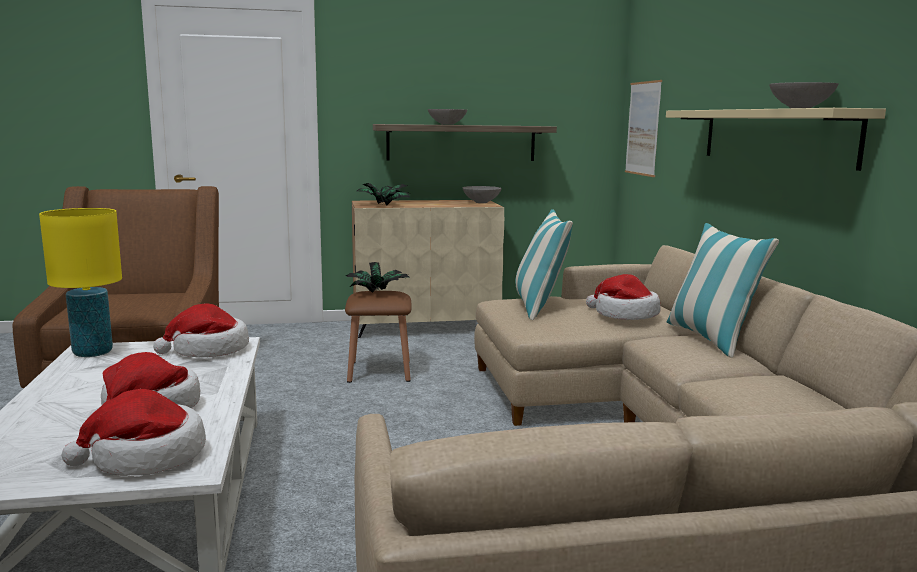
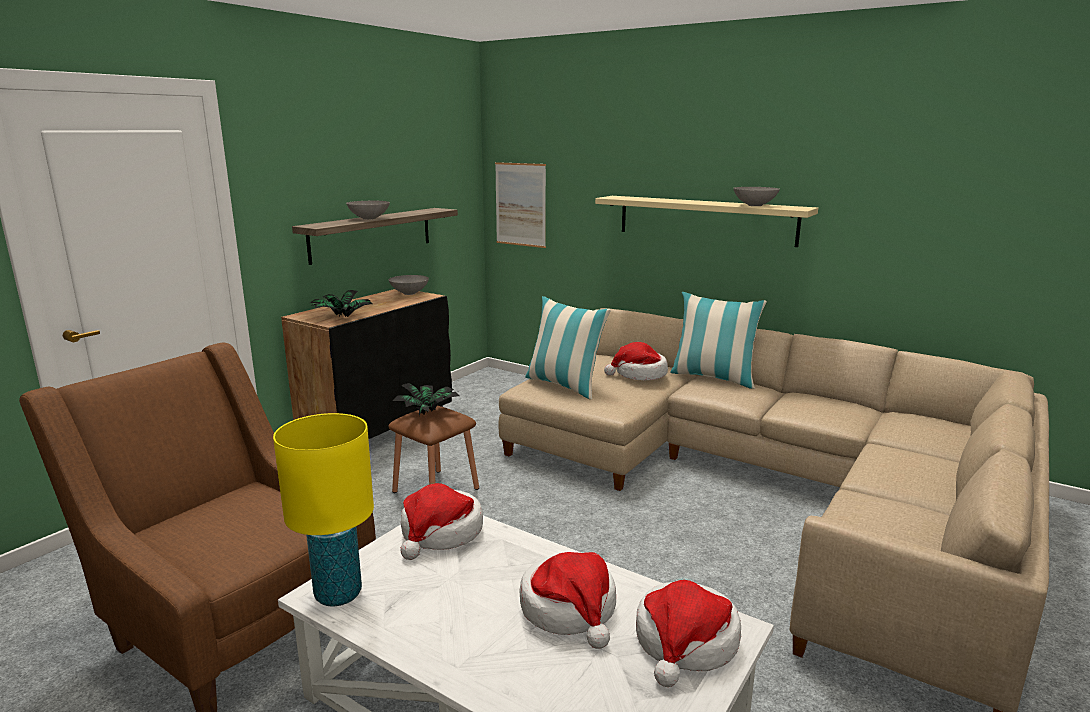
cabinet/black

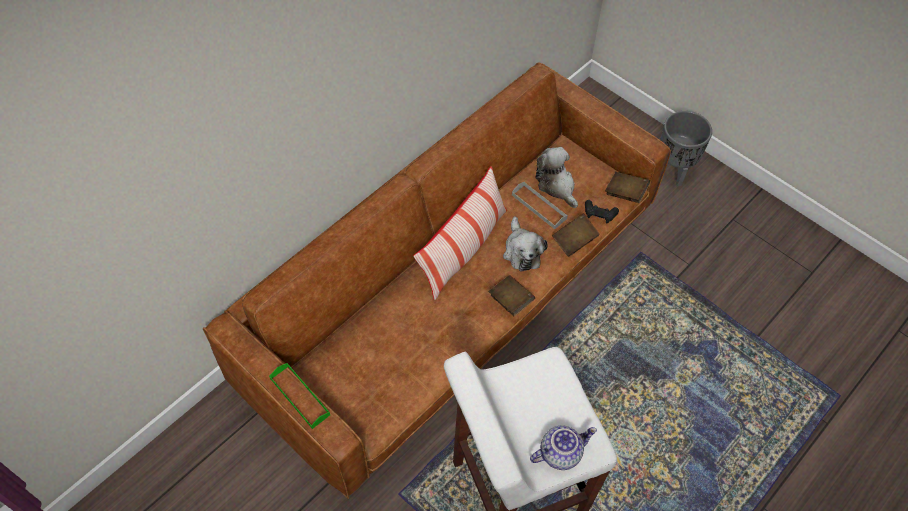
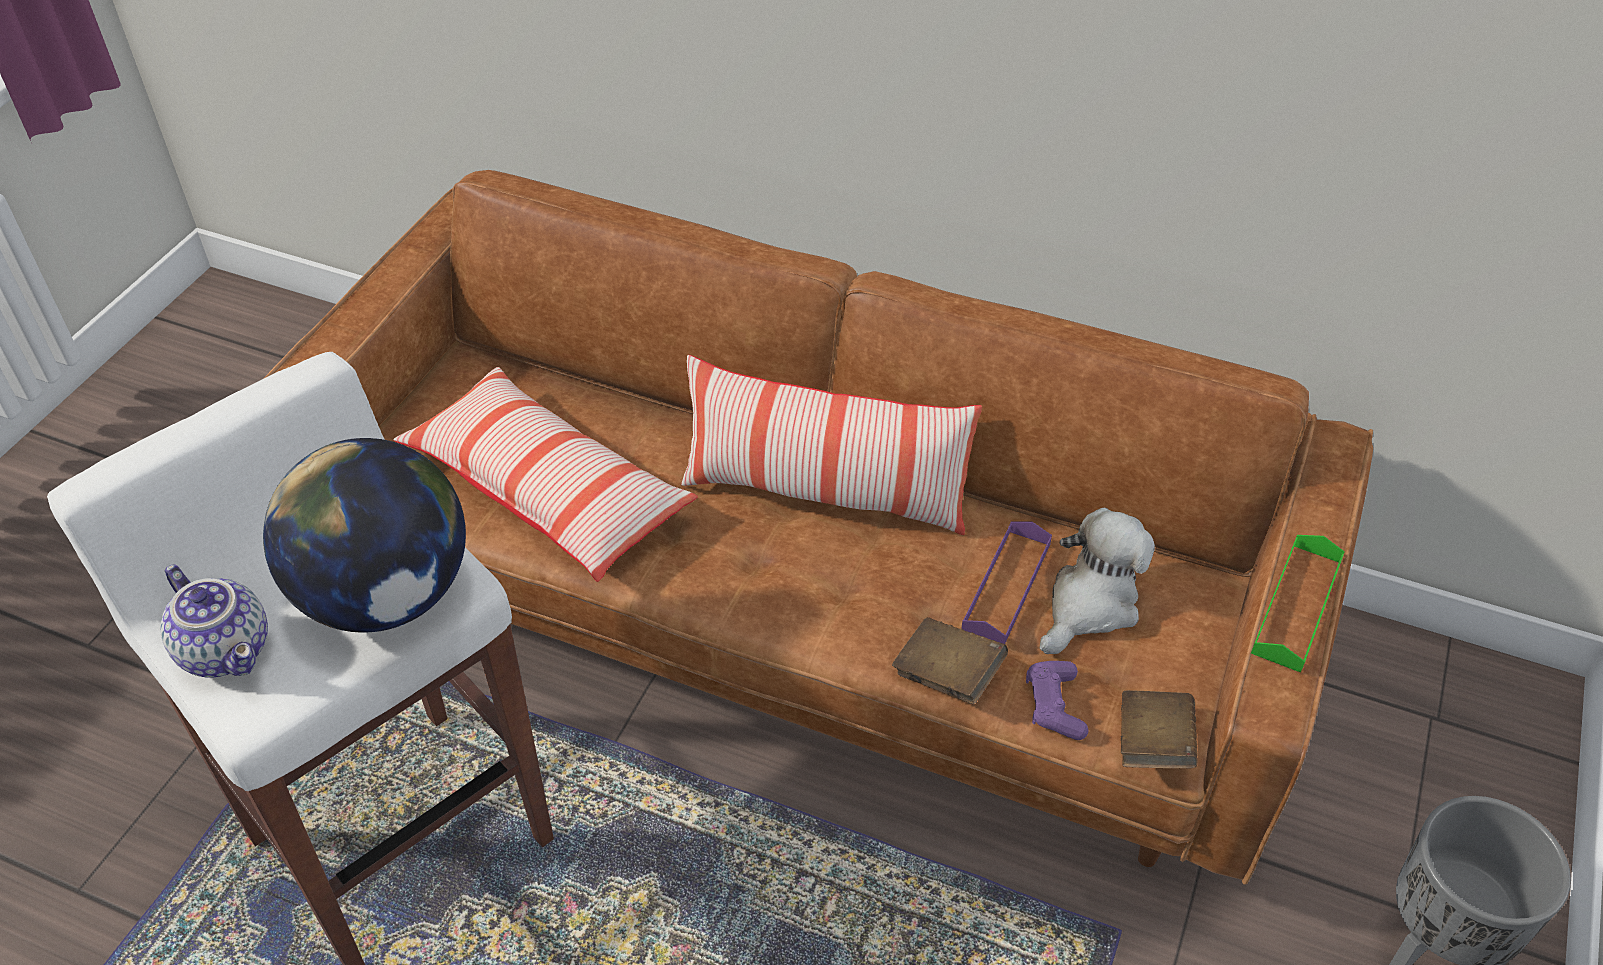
tray/purple-coloured; game controller/purple-coloured; cuddly toy (1st from left in the first image); book/brown (1st from left in the first image); tray/greenish; cushion (1st from left); world globe

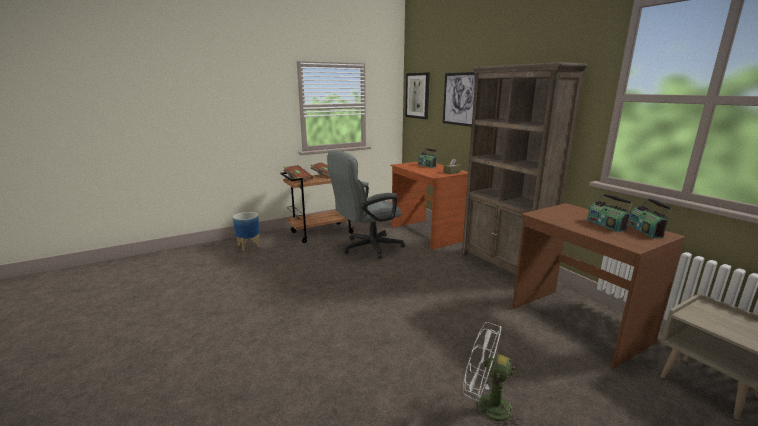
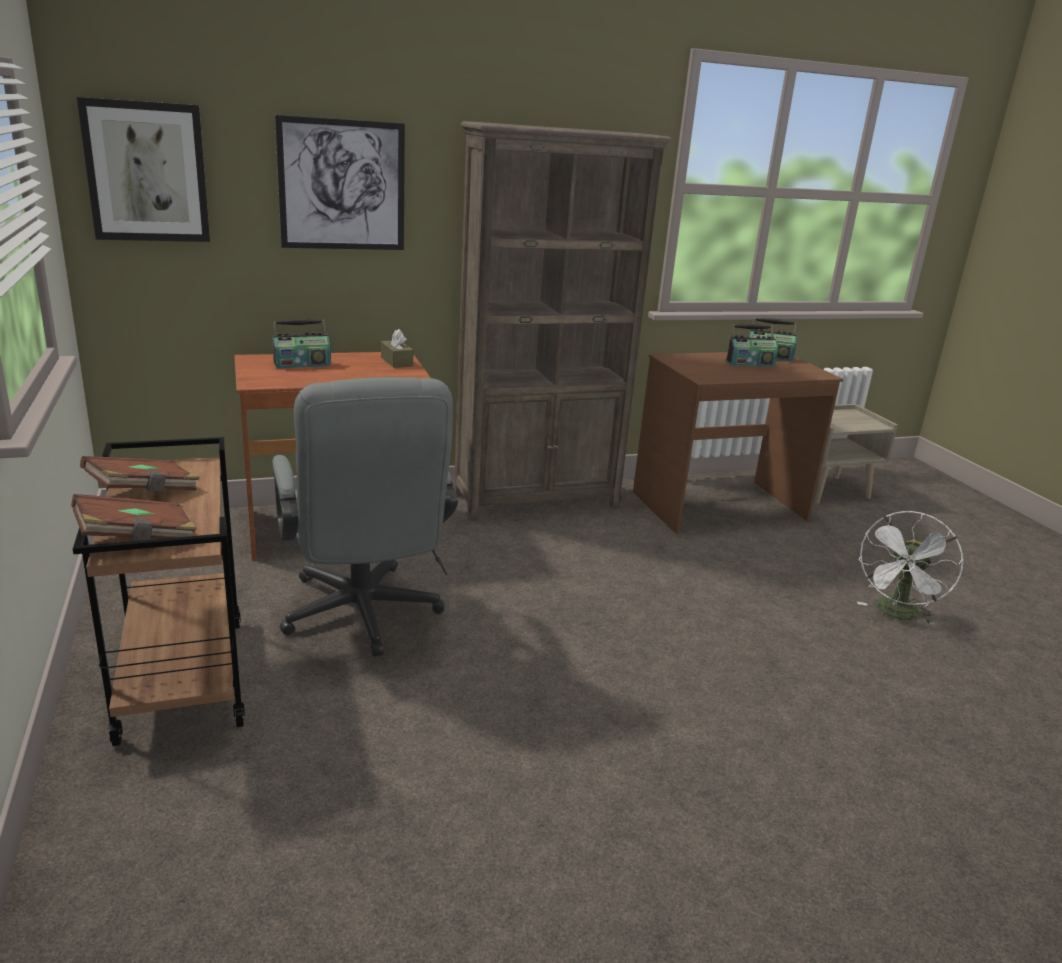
flower pot

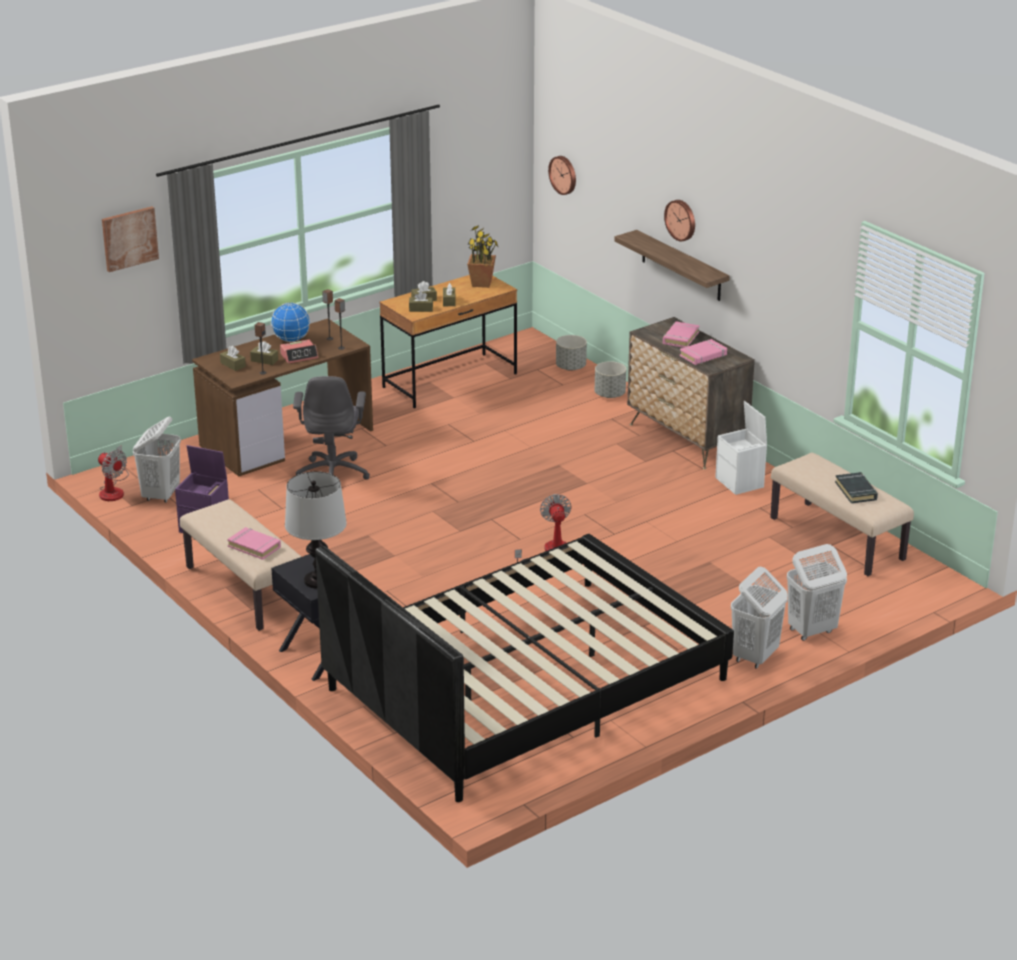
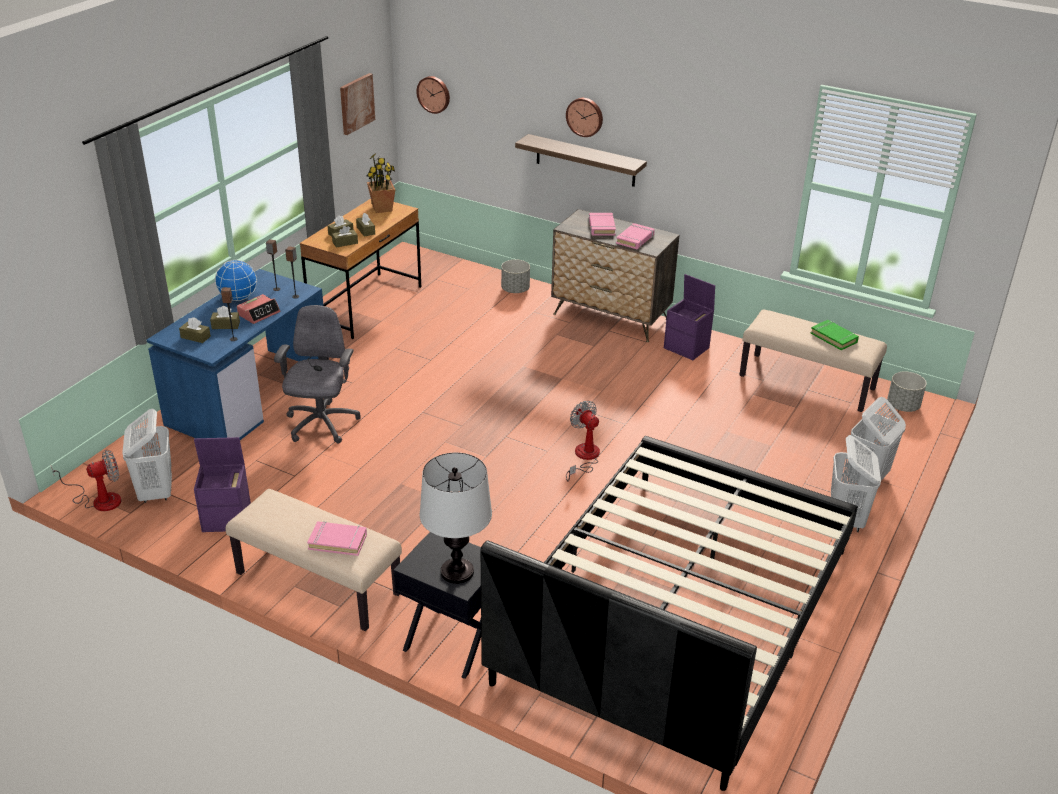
wall picture; desk/bluish; flower pot/grey (2nd from left); computer chair/grey; storage bin/purple-coloured (2nd from left); cooling fan (1st from left); book/greenish

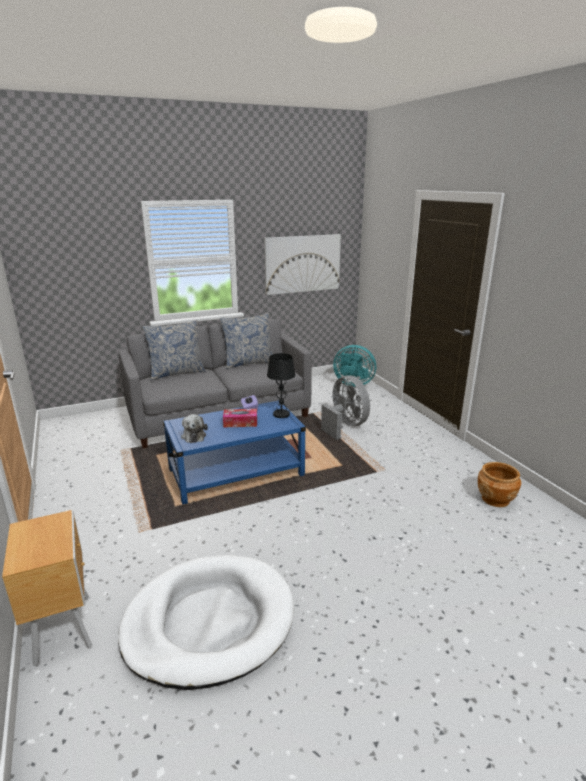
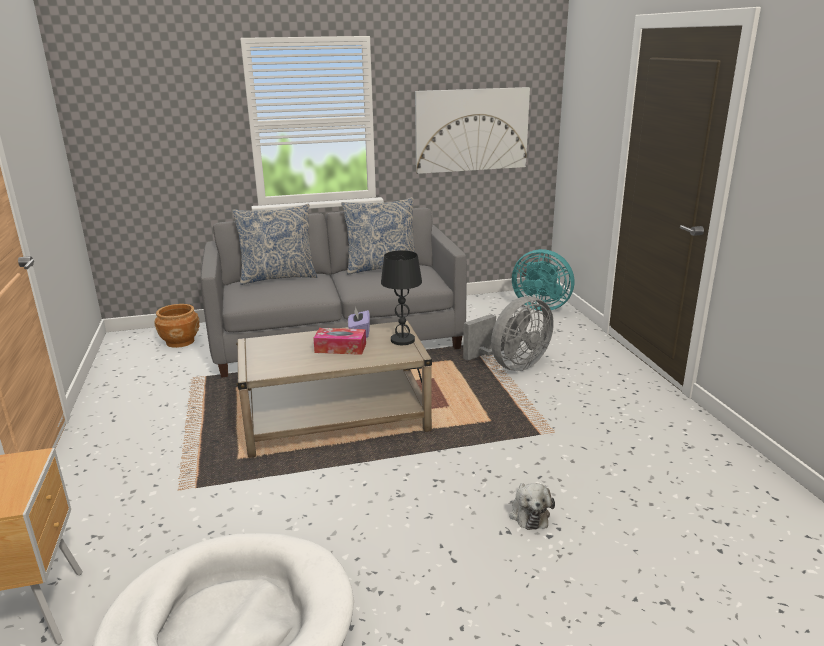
cooling fan/grey; low table/beige; cuddly toy; flower pot/brown

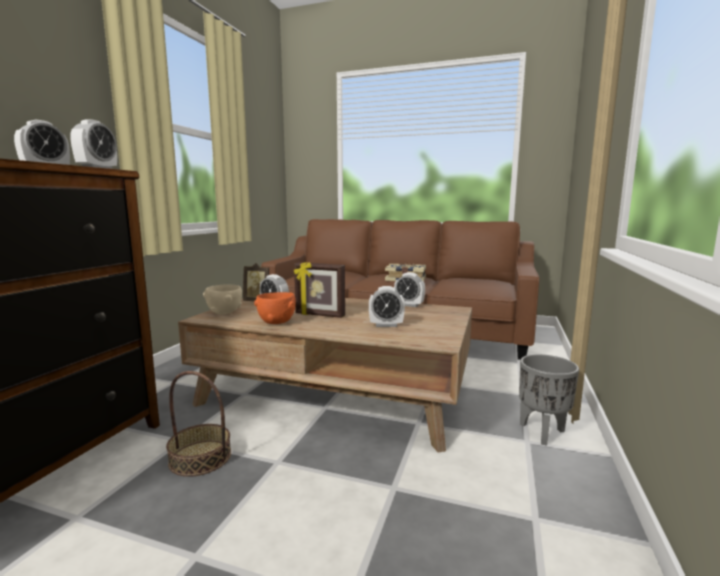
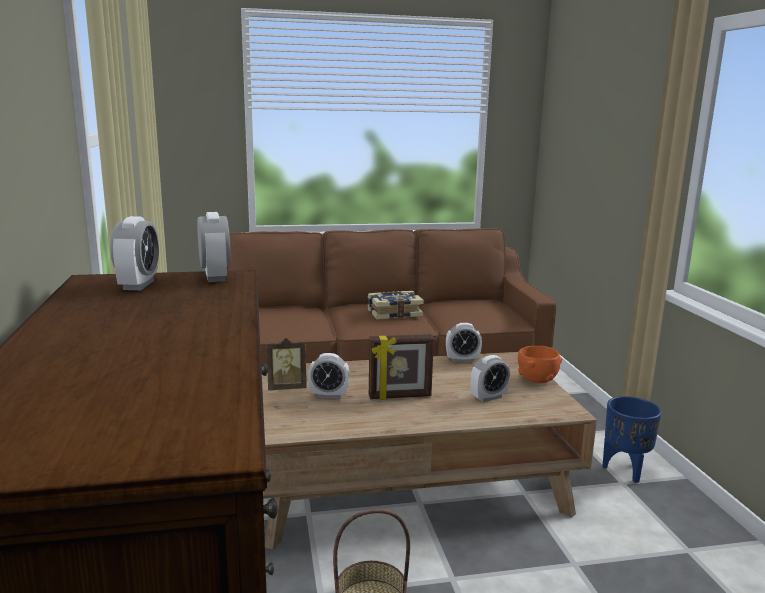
serving bowl/beige; serving bowl/orangey; flower pot/bluish

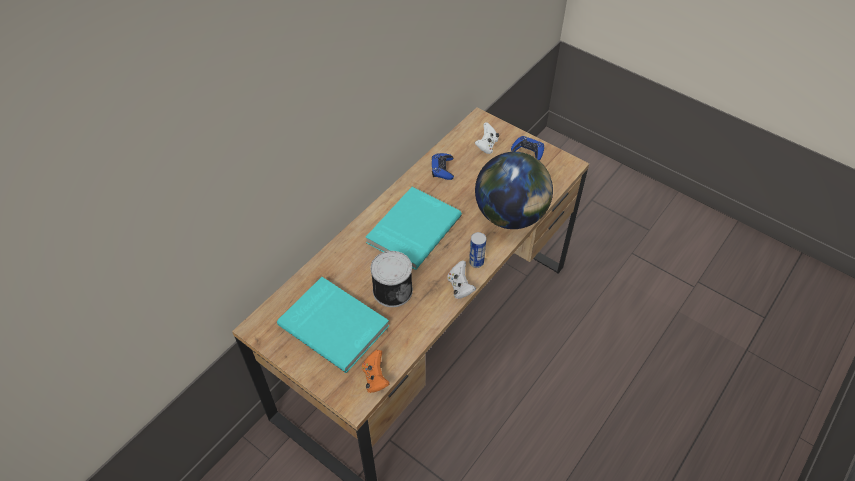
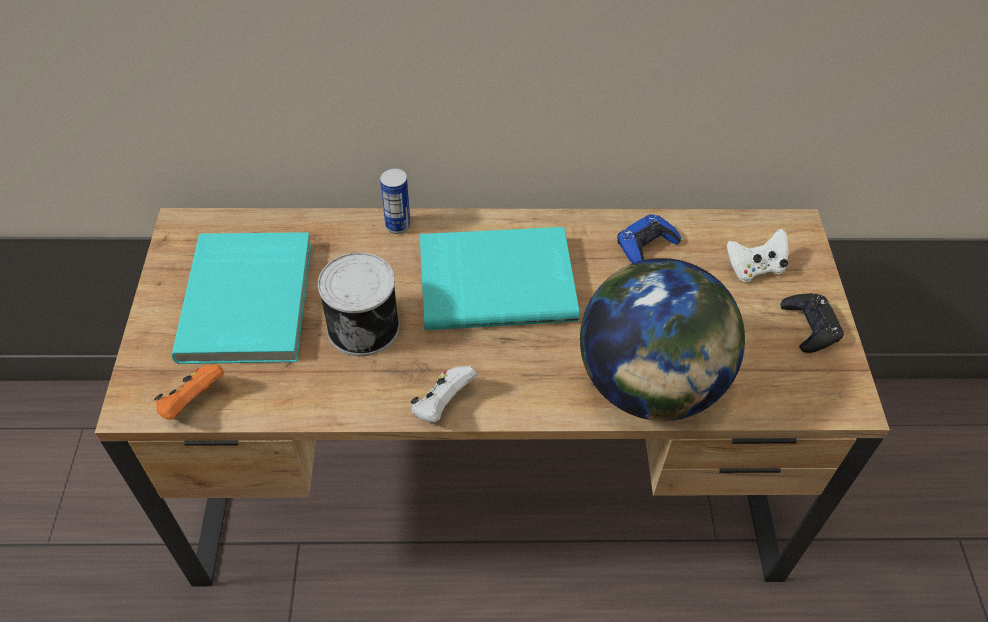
game controller/black; metal can (2nd from left)

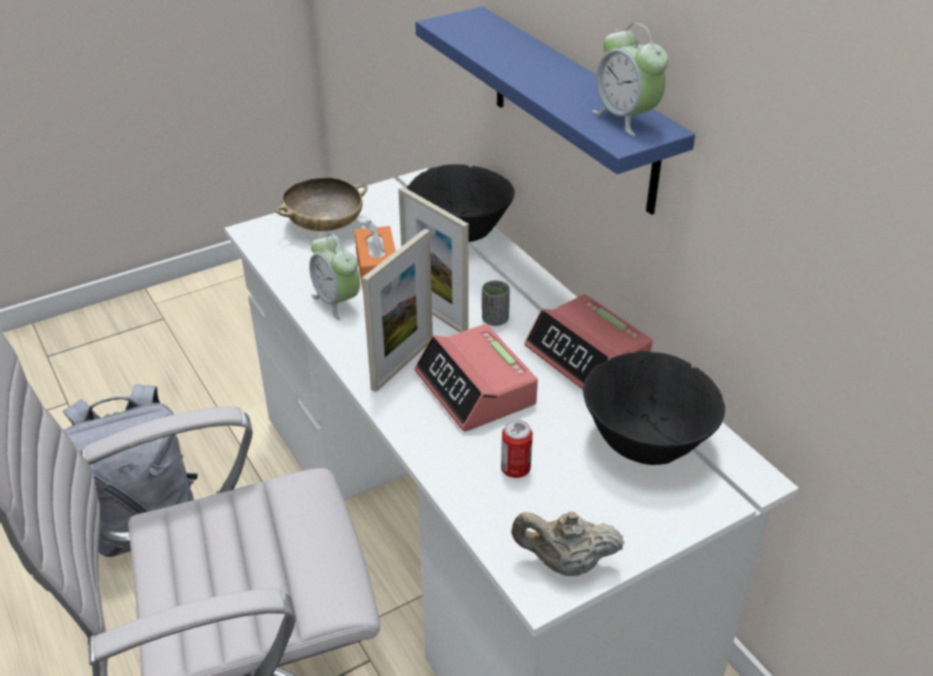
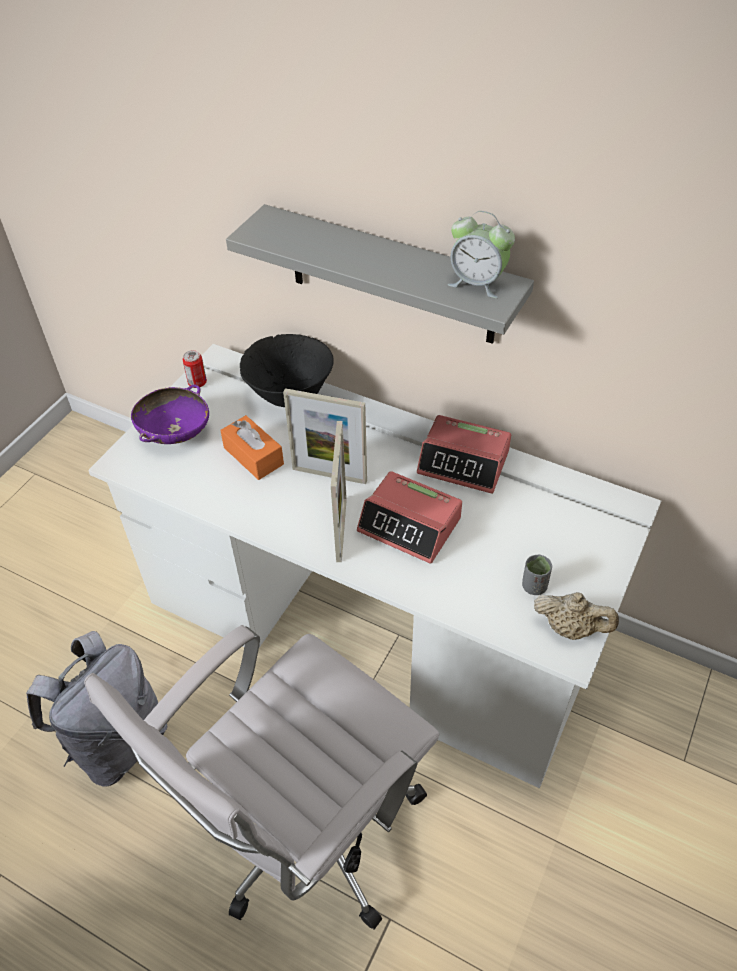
shelf/grey; serving bowl/purple-coloured; alarm clock (1st from left in the first image); small cup/grey; serving bowl/black (2nd from left in the first image); metal can; tea pot/beige

